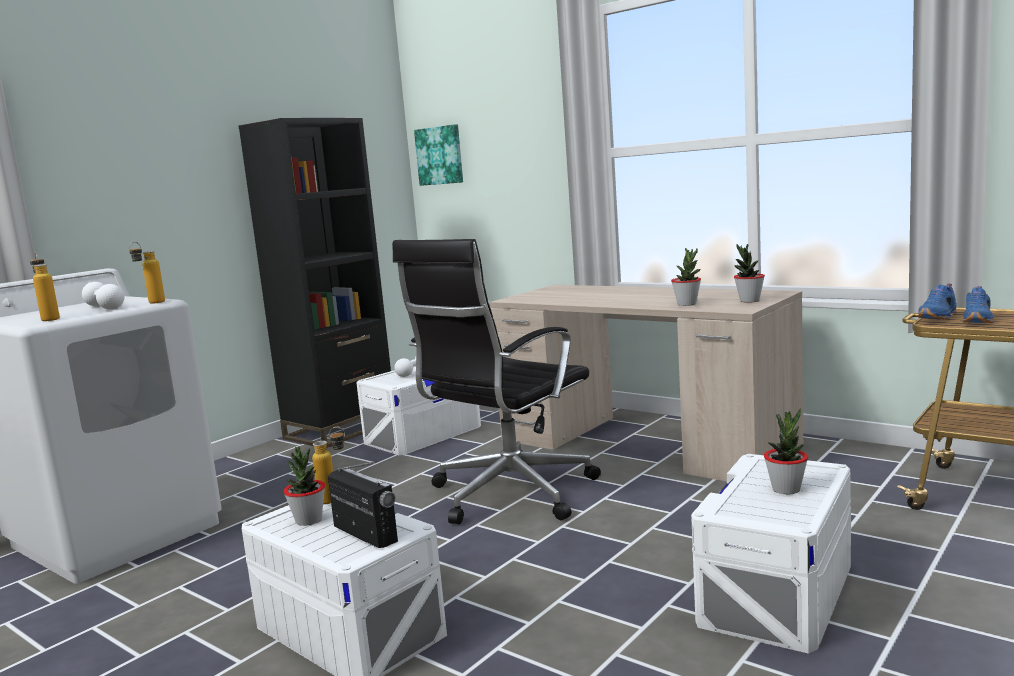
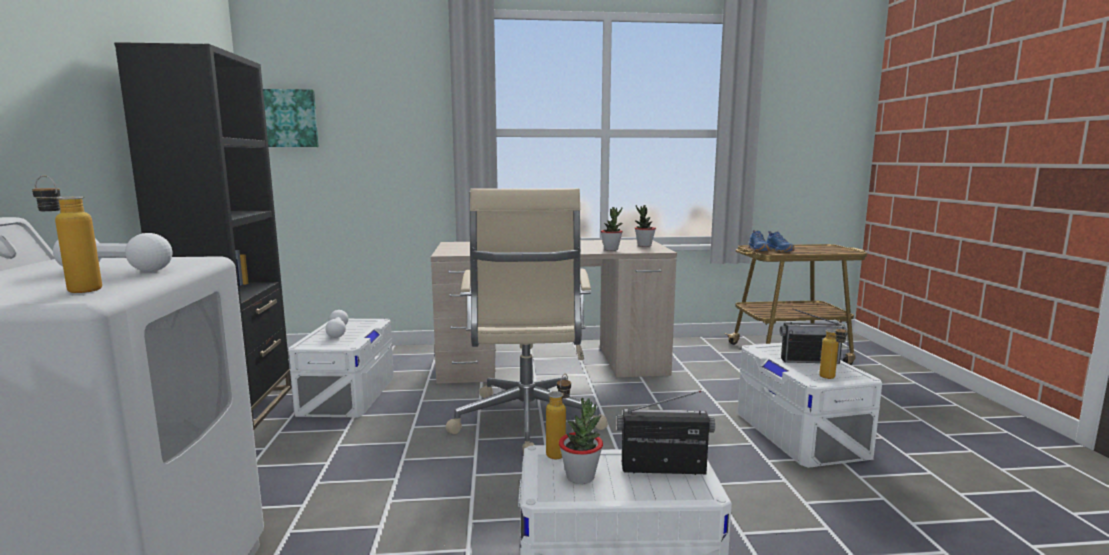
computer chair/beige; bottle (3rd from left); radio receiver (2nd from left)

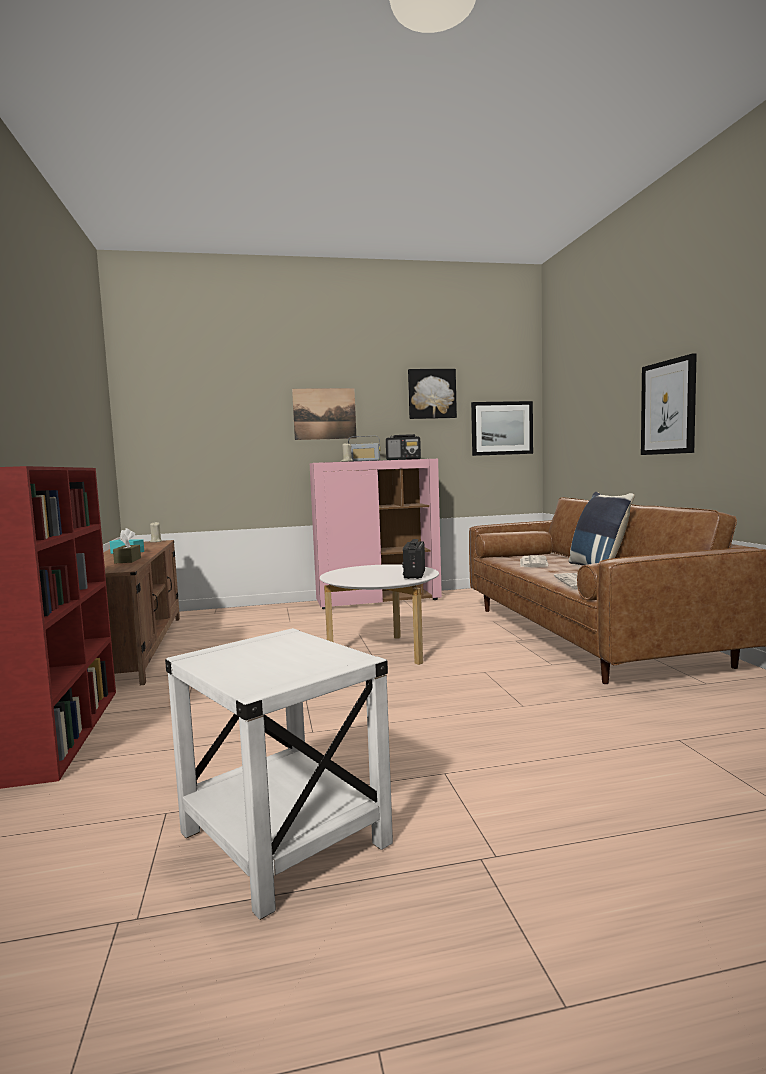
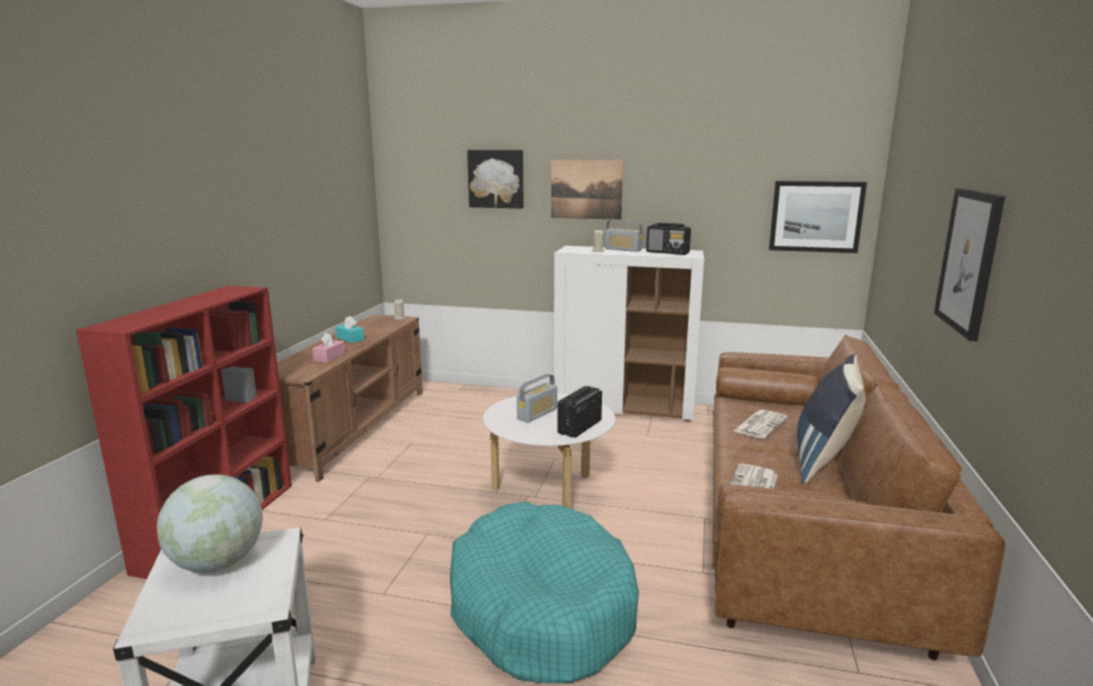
wall picture (1st from left); cabinet/whitish; tissue holder/pink; radio receiver (1st from left); world globe; dog cushion/turquoise

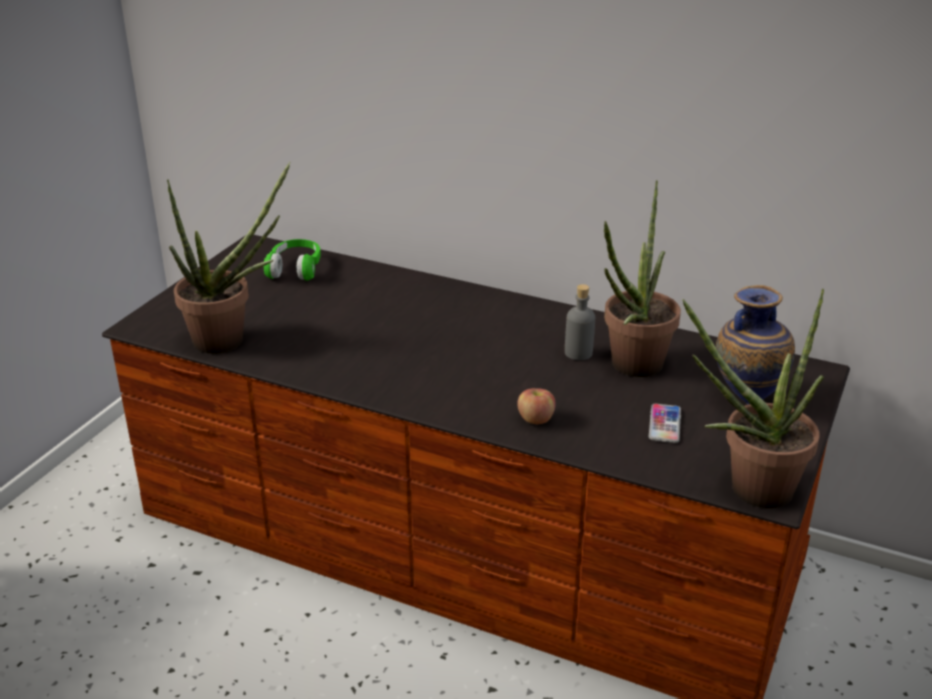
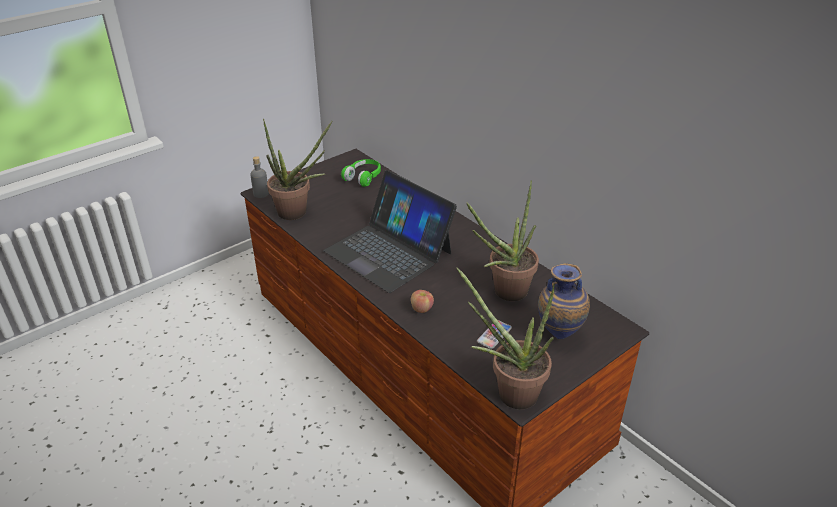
bottle/grey; notebook computer

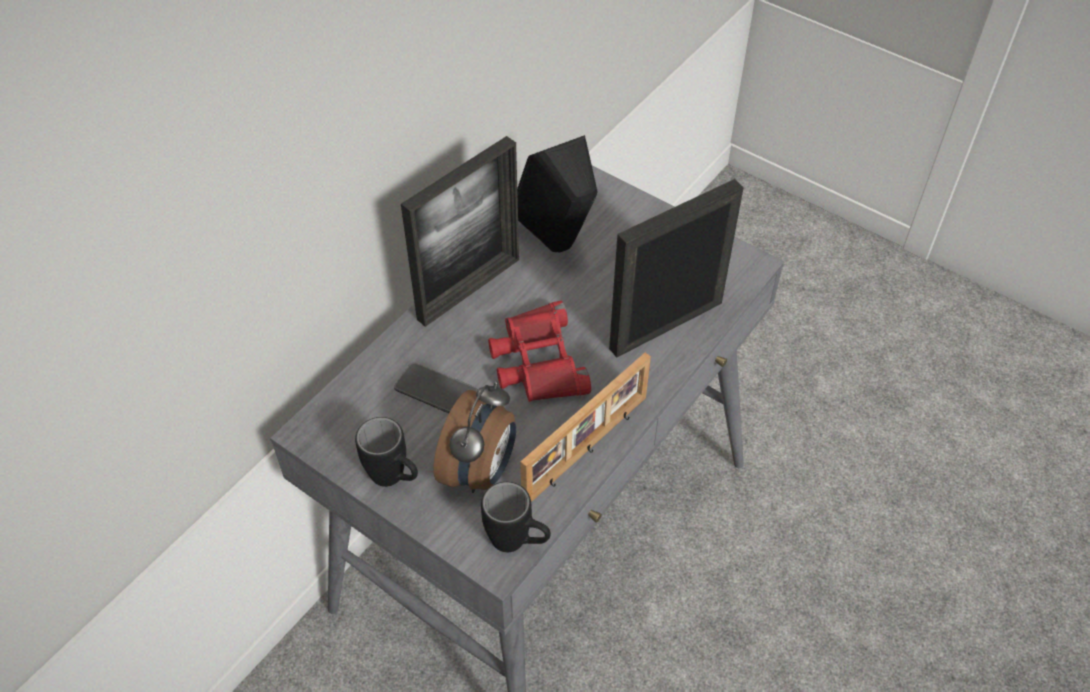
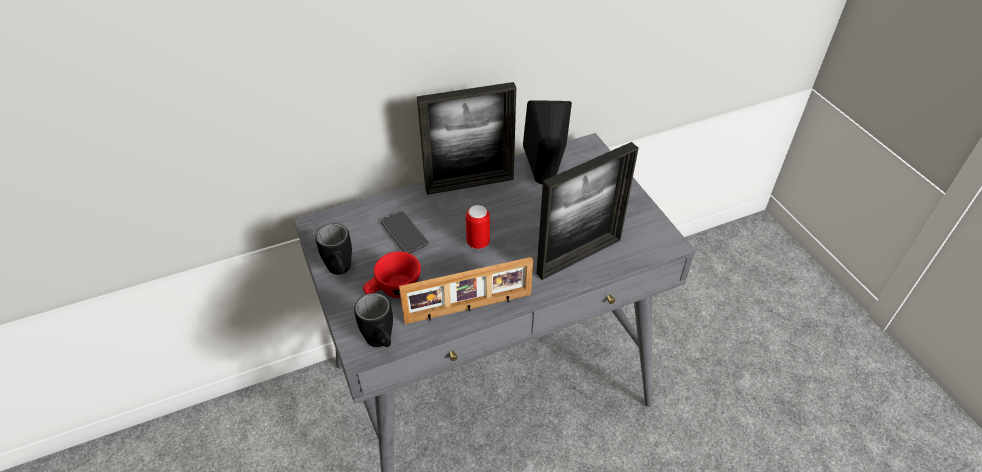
picture frame (3rd from left); metal can; small cup/red

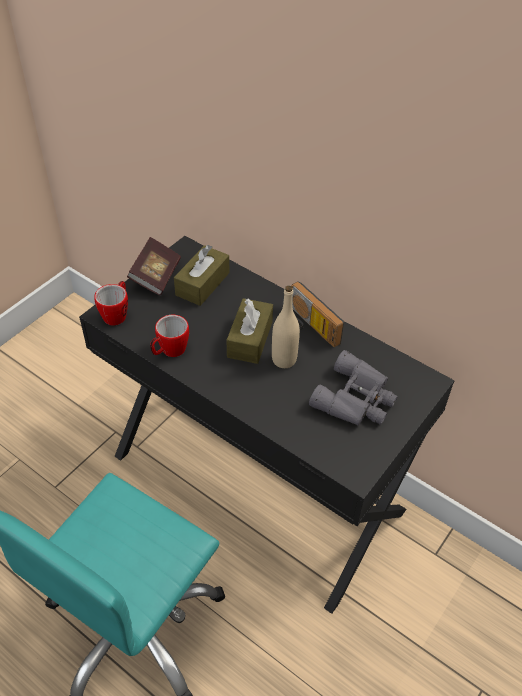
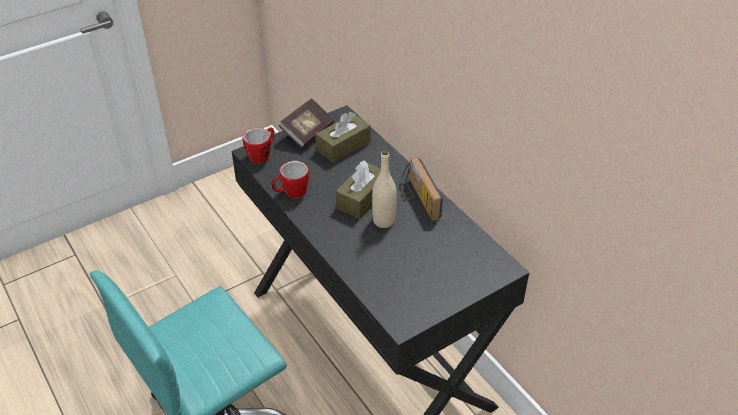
field glasses/grey

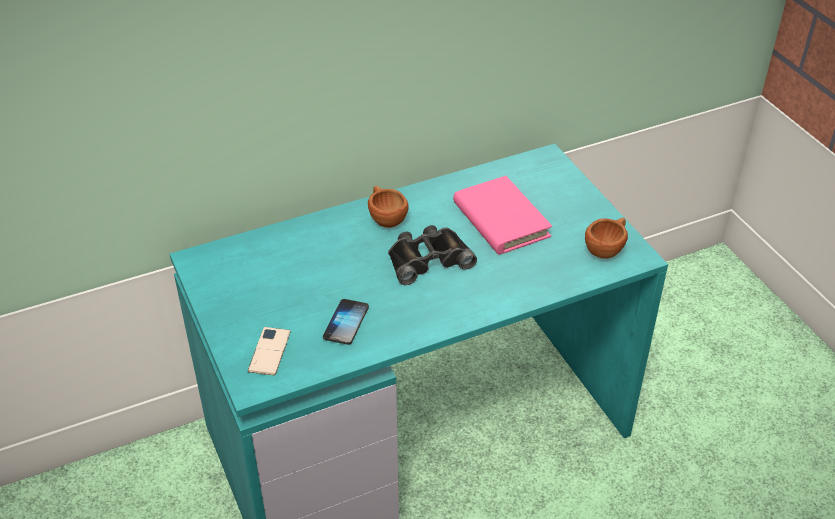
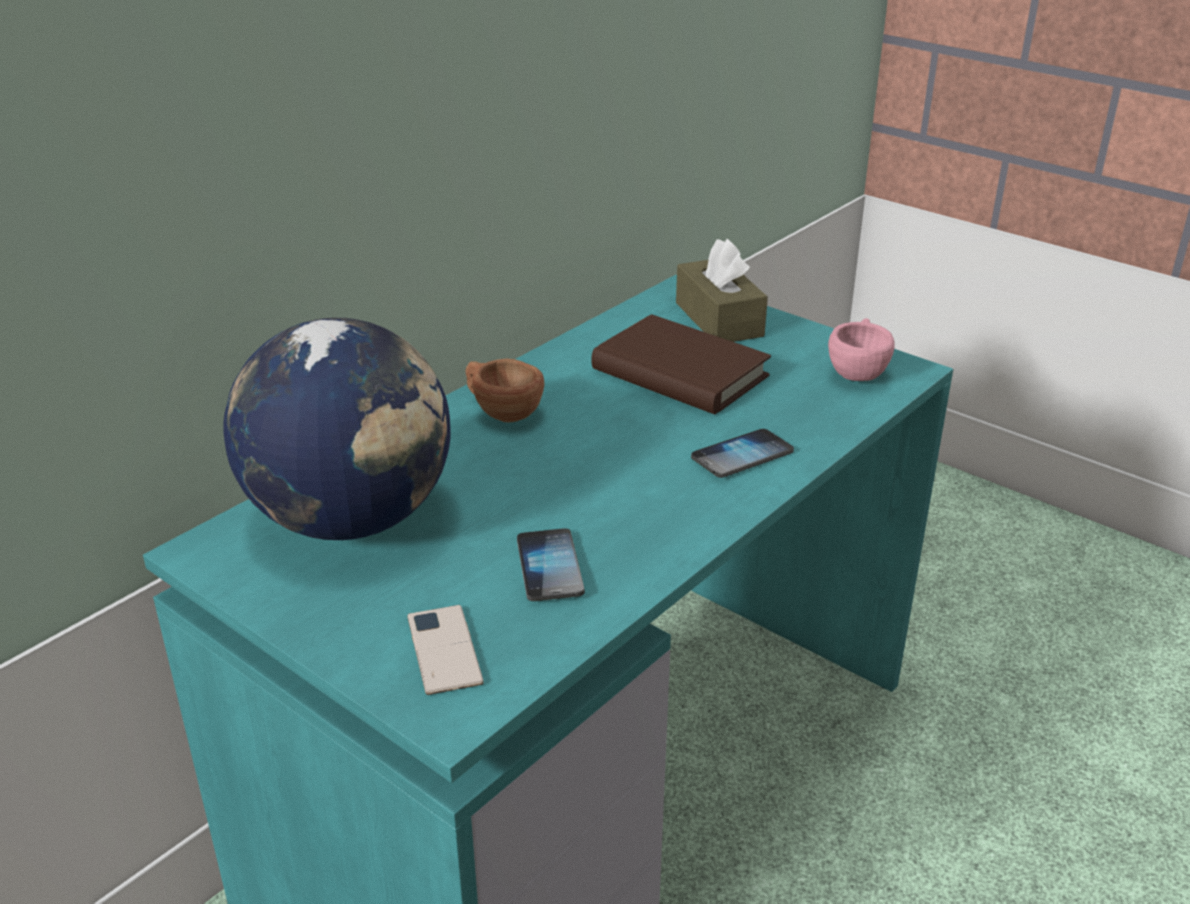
book/brown; small cup/pink; field glasses/black; tissue holder/brown; world globe; telephone (3rd from left)

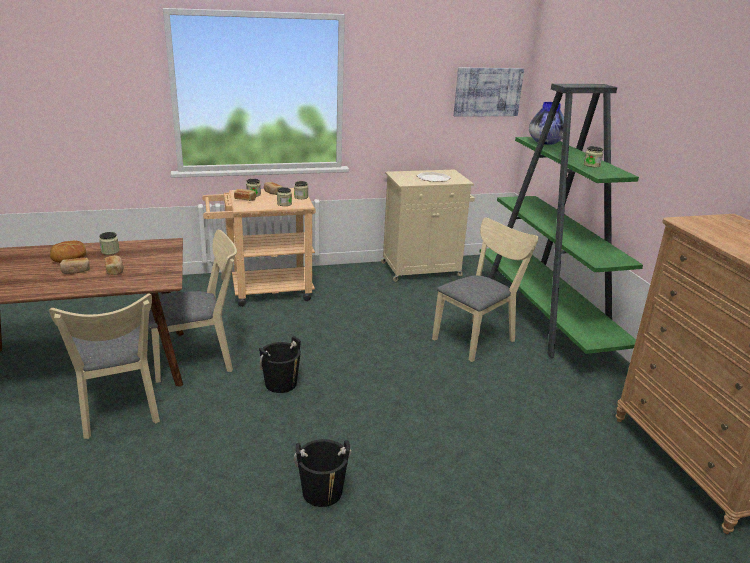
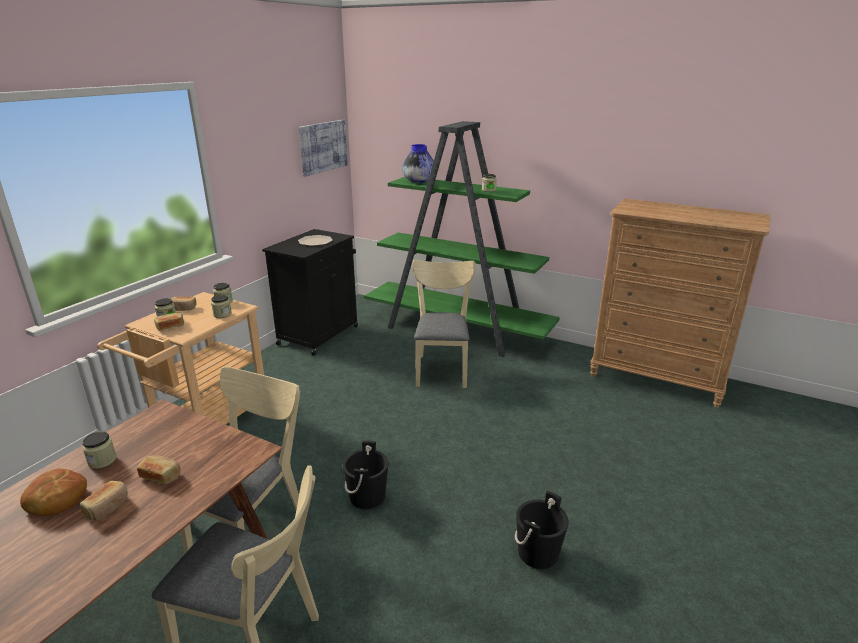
cabinet/black

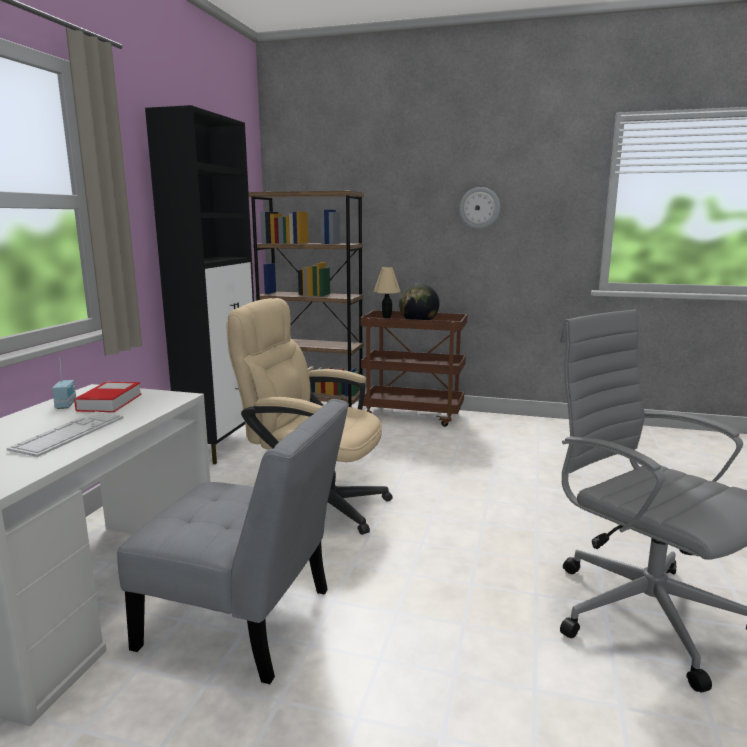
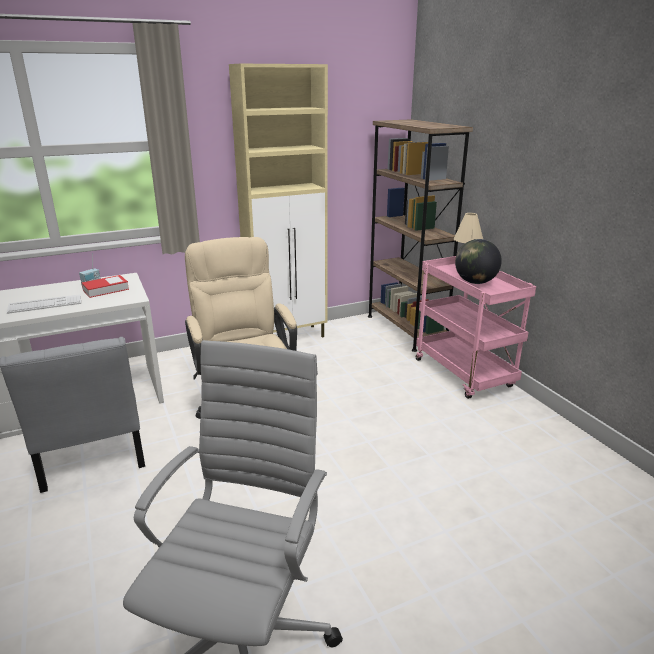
cabinet/beige; hanging clock; cart/pink

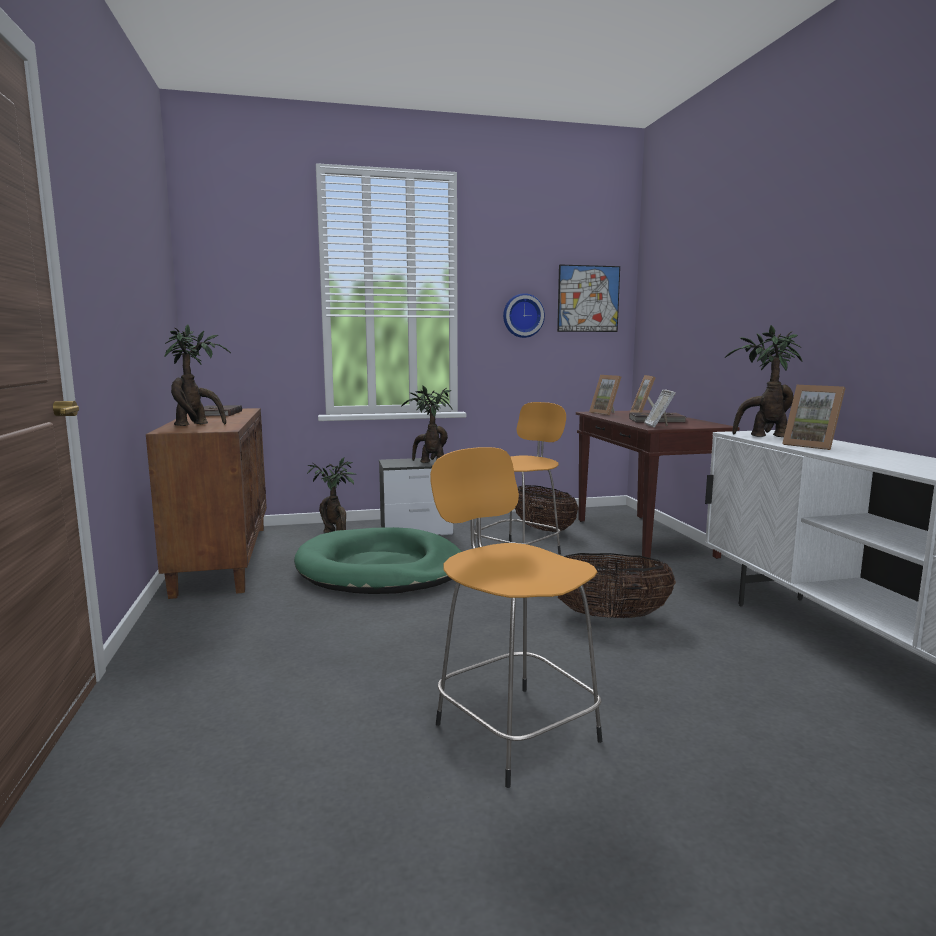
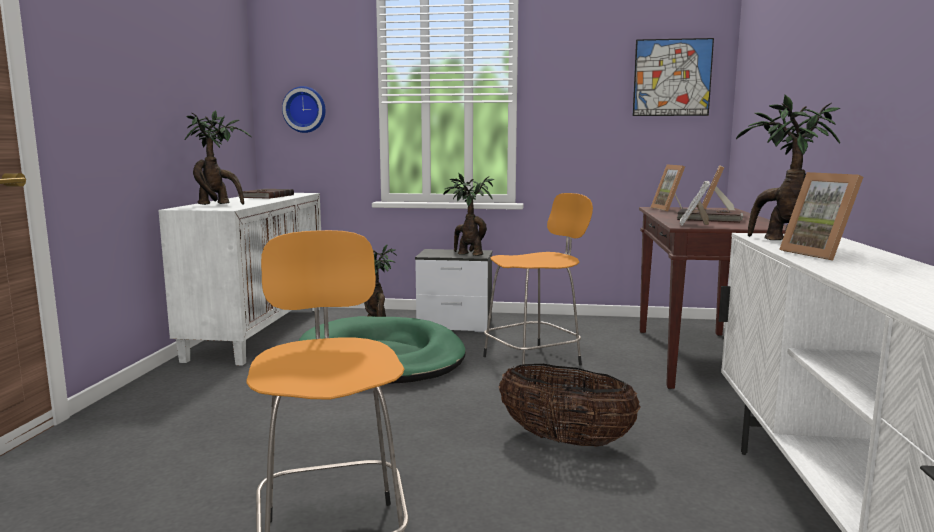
hanging clock; cabinet/whitish; household basket (1st from left in the first image)

